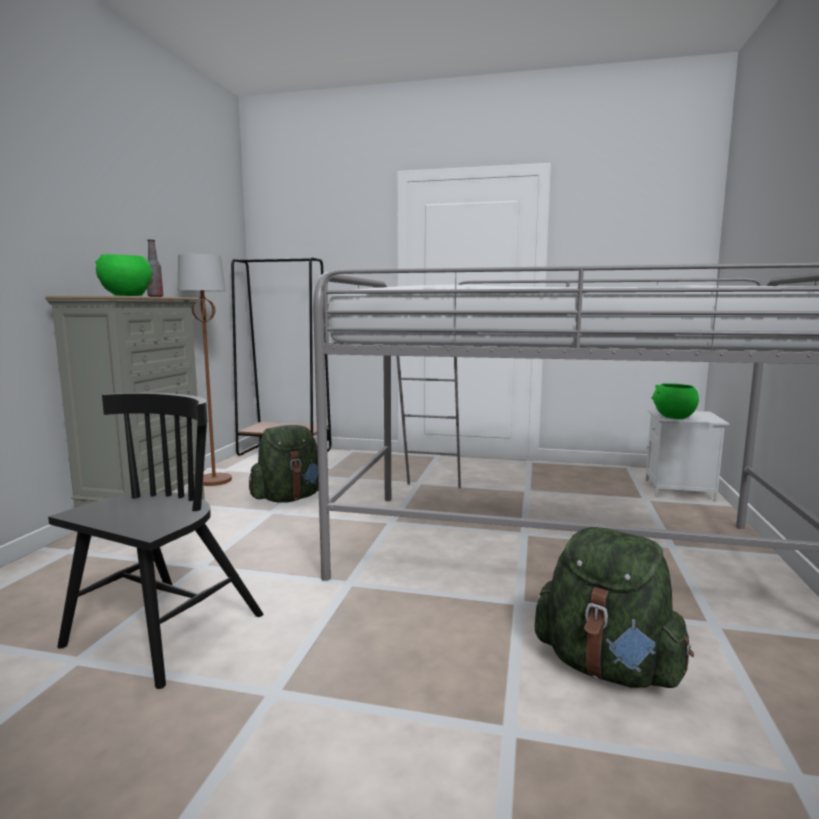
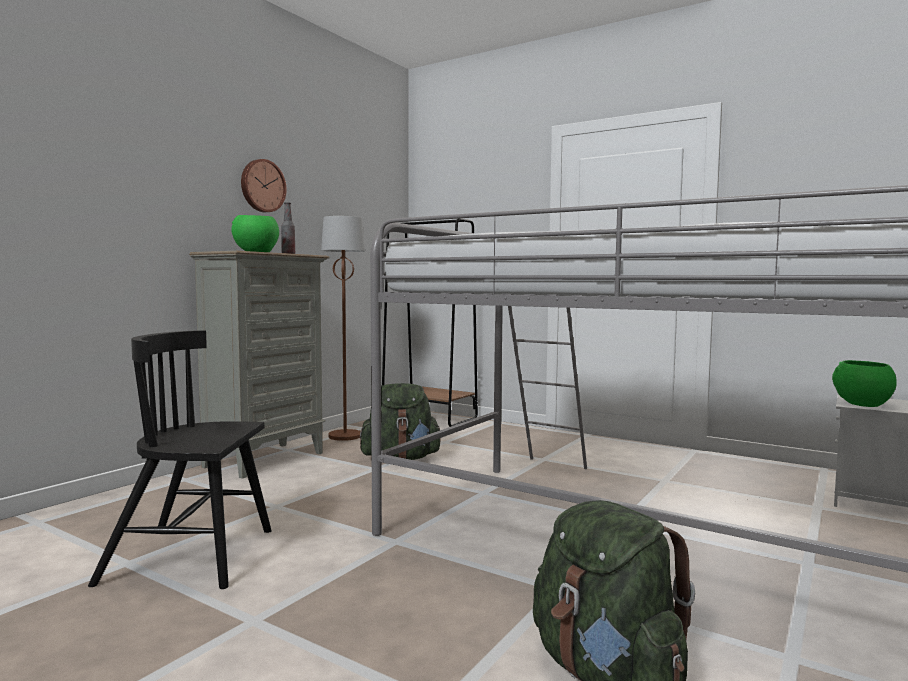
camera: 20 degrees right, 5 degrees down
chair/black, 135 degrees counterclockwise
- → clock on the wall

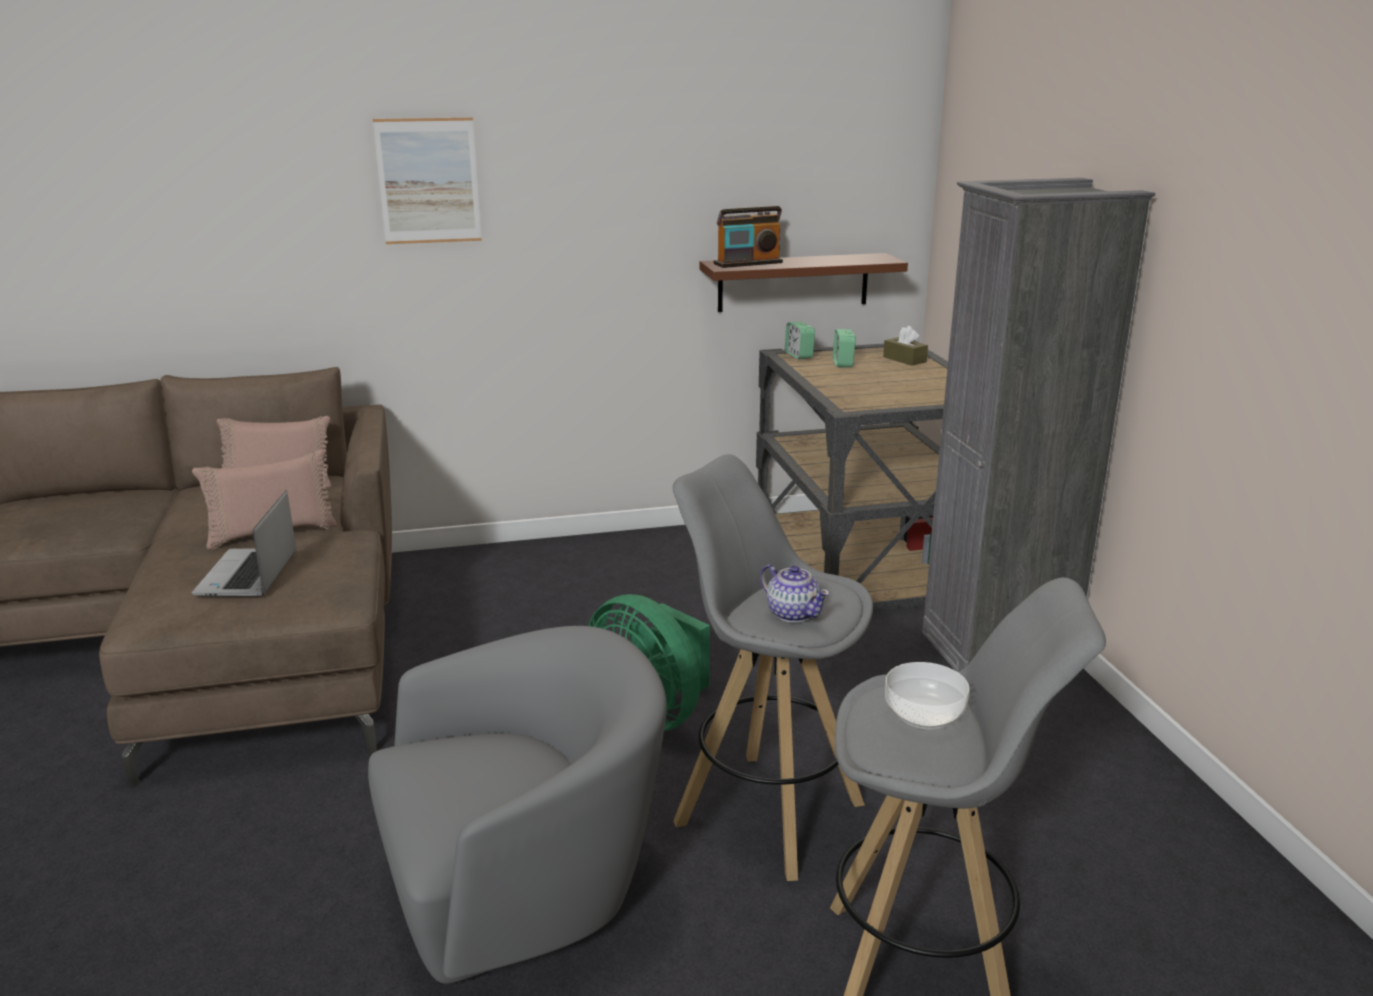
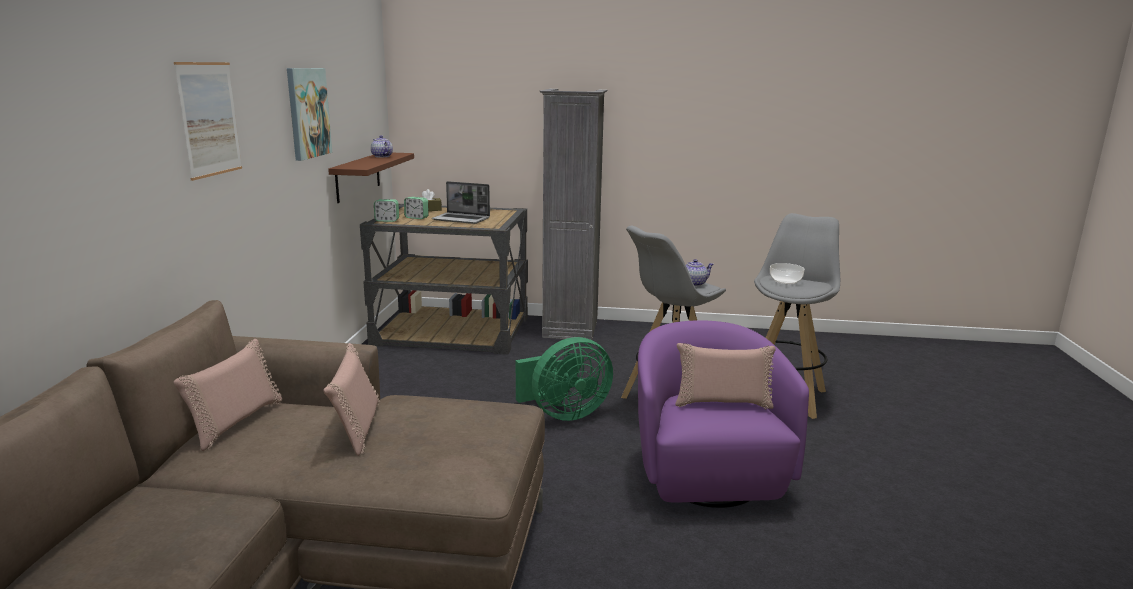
camera: 70 degrees left, 5 degrees down
portable computer, relocated
lounge chair/greyish → lounge chair/purple
radio receiver → -
- → wall art (no. 2 from left)
- → tea pot (no. 1 from left)
- → pillow/beige-coloured (no. 3 from left)

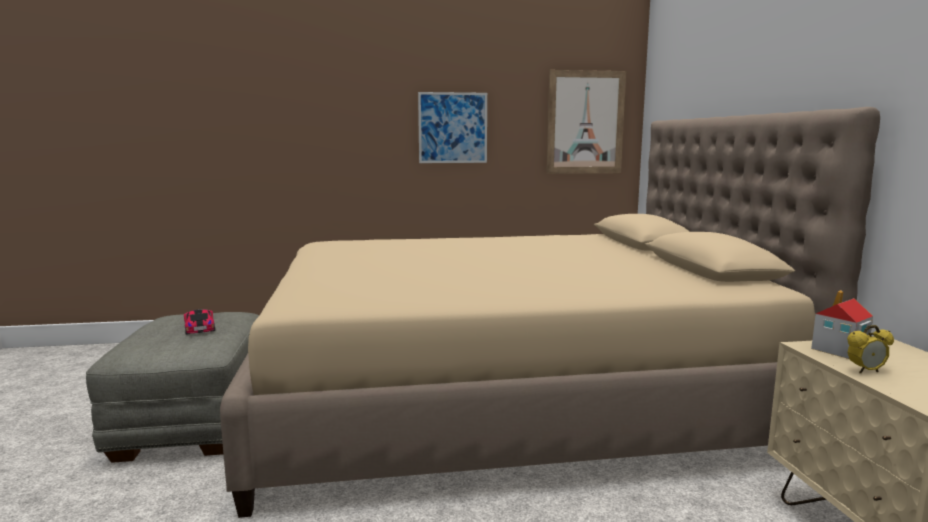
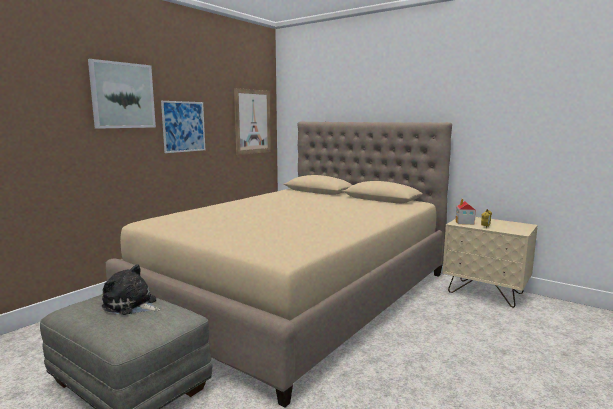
camera: 45 degrees left, 0 degrees up
model car → soft toy
- → wall art (no. 1 from left)

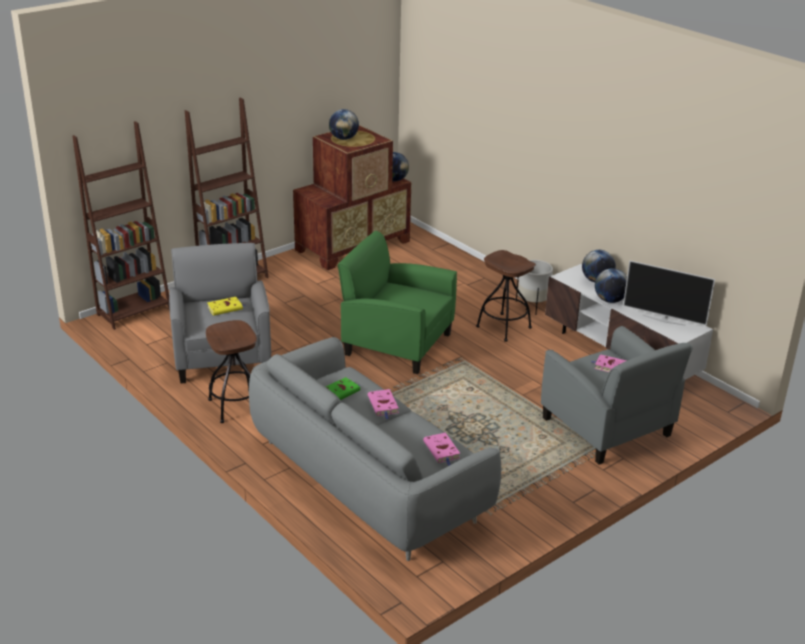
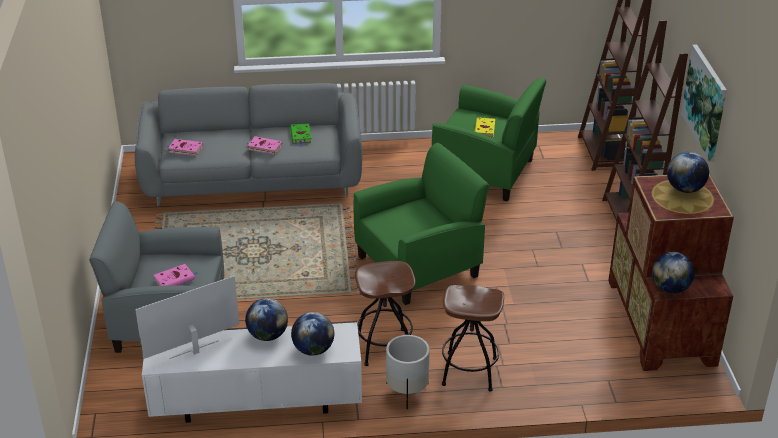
camera: 125 degrees right, 5 degrees up
lounge chair/greyish (no. 1 from left) → lounge chair/greenish (no. 2 from left)
sitting stool/brownish (no. 1 from left in the first image) → sitting stool/brownish (no. 2 from left), relocated
- → wall art

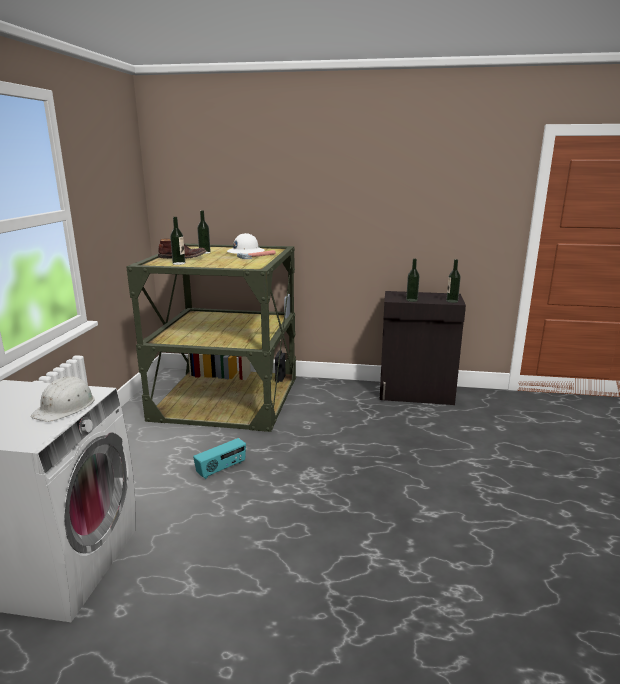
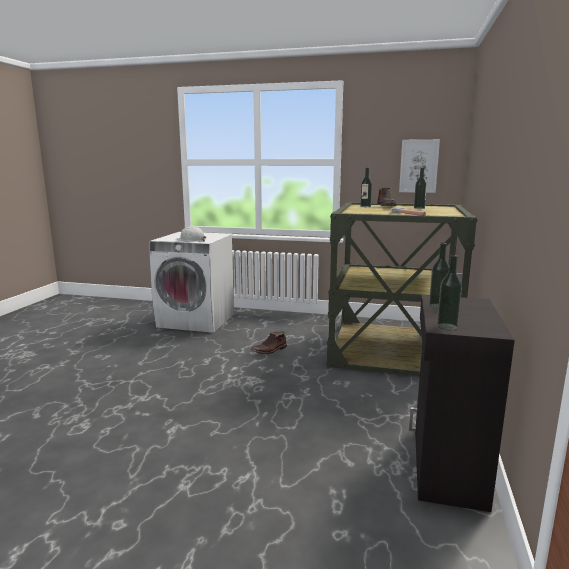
camera: 95 degrees right, 5 degrees down
radio receiver → tall boot/brownish (no. 1 from left)
work helmet/white (no. 2 from left) → -
- → wall art

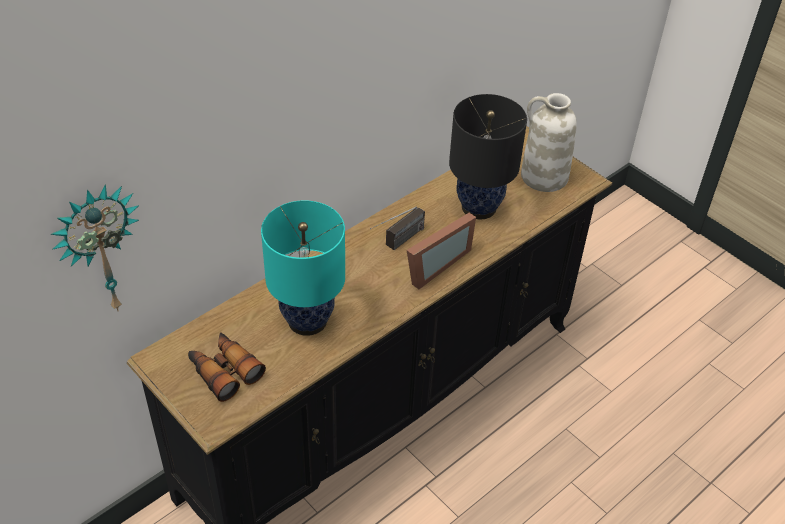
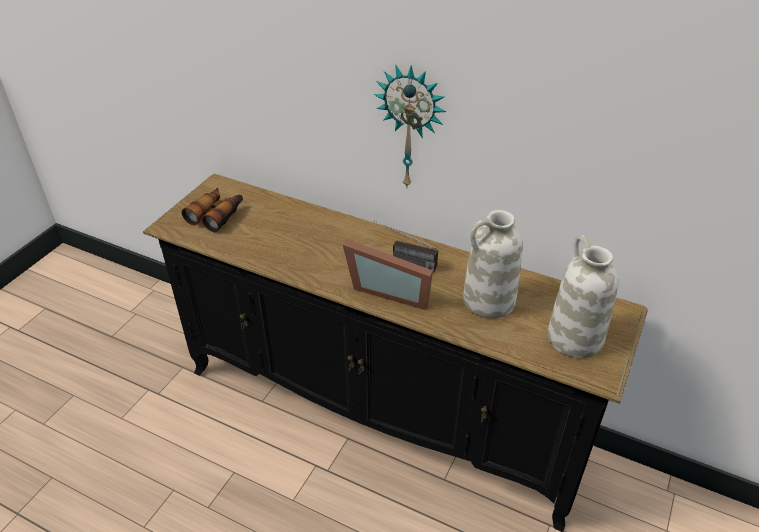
camera: 70 degrees right, 5 degrees down
clock on the wall, relocated
tabletop lamp/turquoise-coloured → -
tabletop lamp/black → vase/white (no. 1 from left)

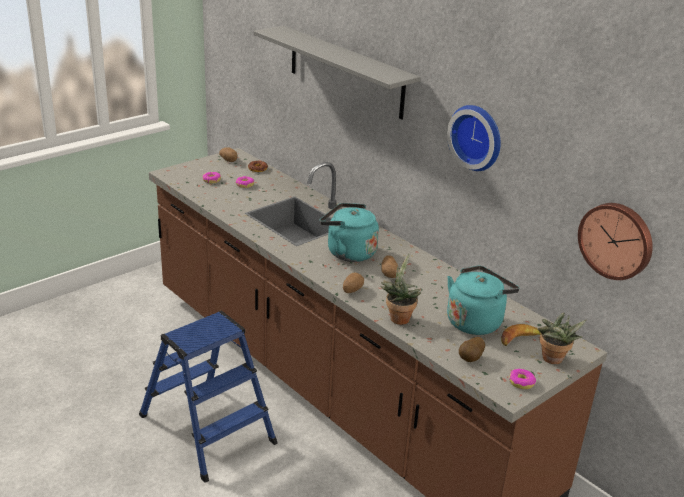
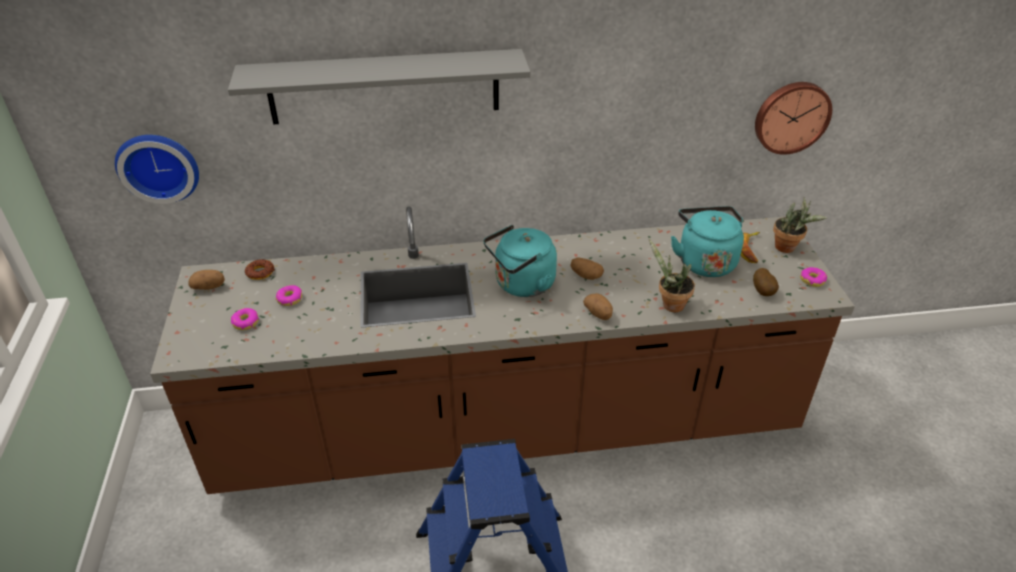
camera: 55 degrees left, 10 degrees up
clock on the wall (no. 1 from left), relocated

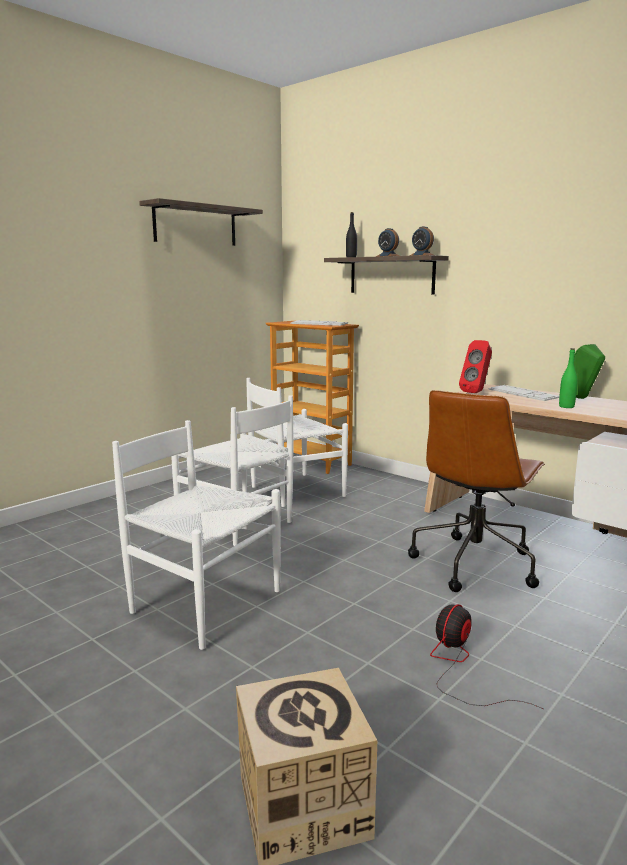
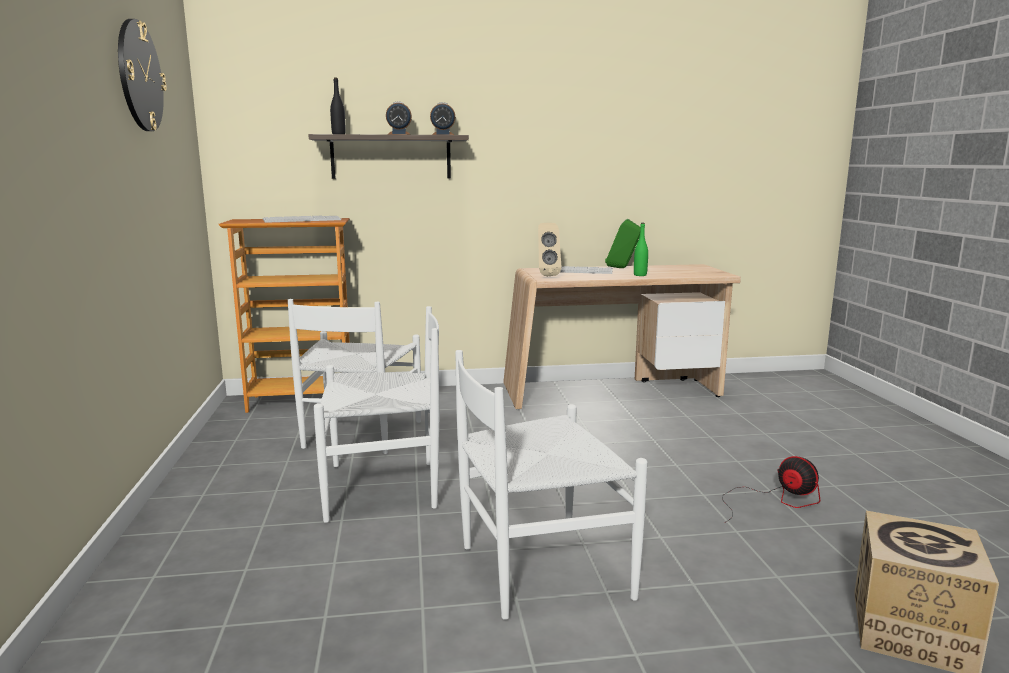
camera: 50 degrees left, 0 degrees up
shelf (no. 1 from left) → clock on the wall
computer chair/brownish → -
fan, 150 degrees clockwise
loudspeaker/red → loudspeaker/beige-coloured

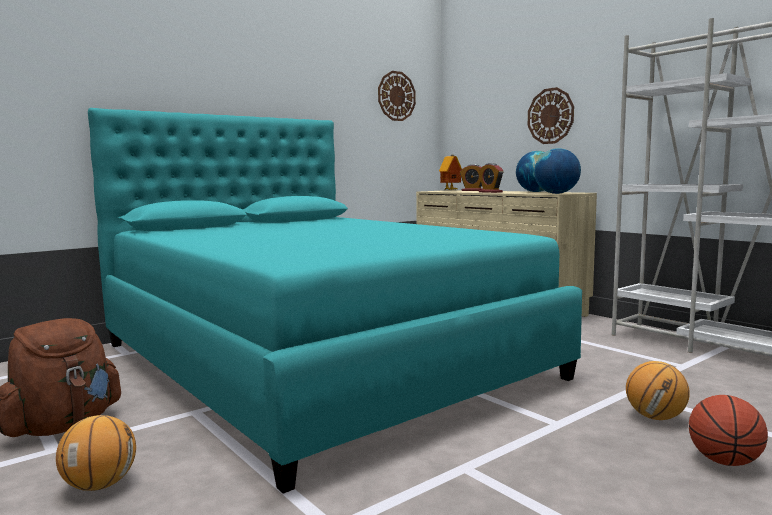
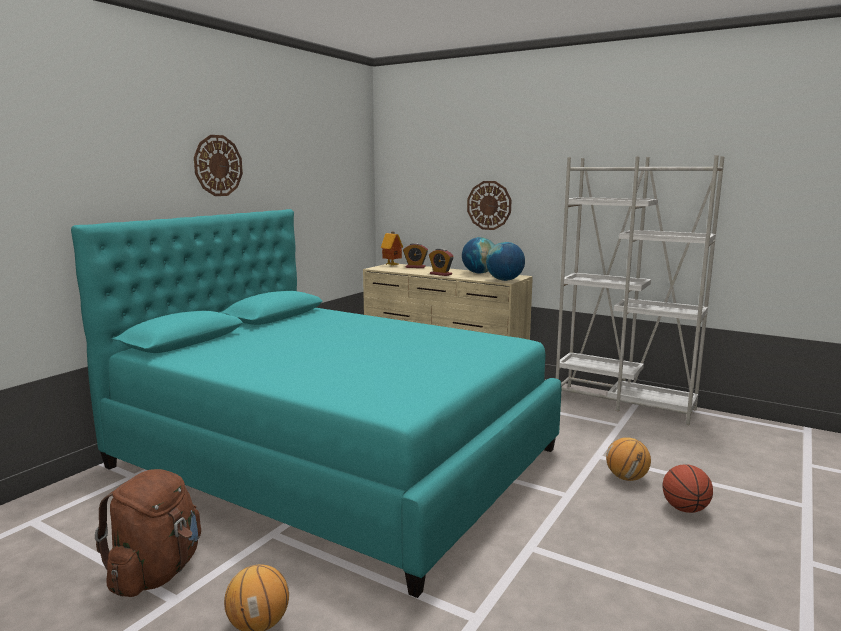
camera: 20 degrees left, 5 degrees up
clock on the wall (no. 1 from left), relocated

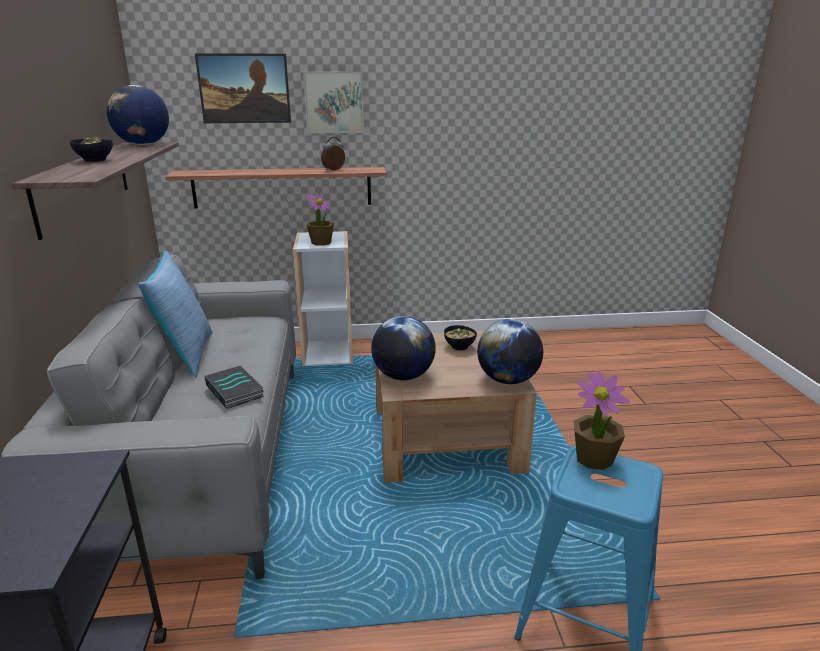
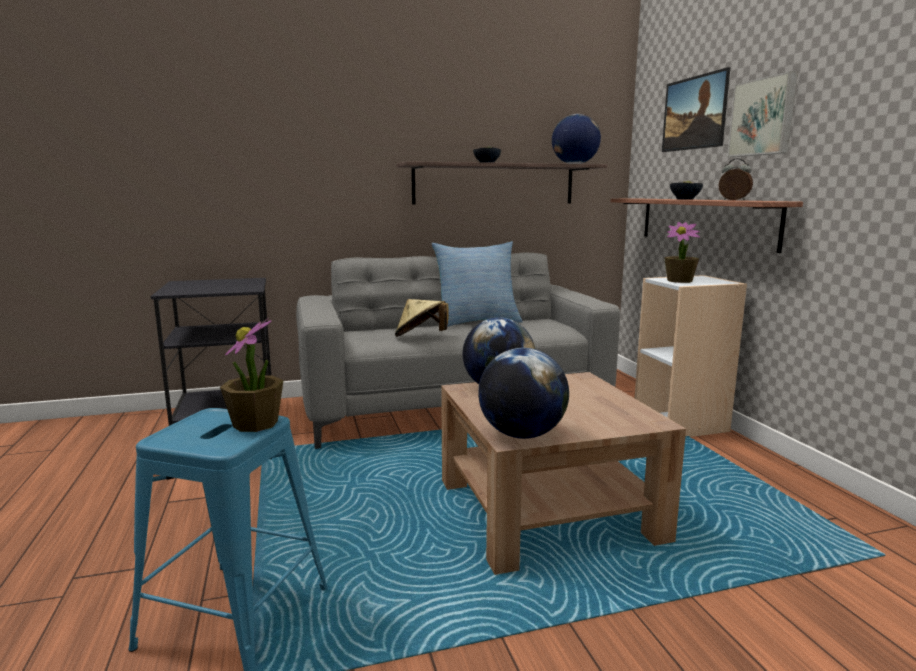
camera: 80 degrees right, 10 degrees down
book → wearable hat/beige-coloured
bowl (no. 2 from left), relocated

